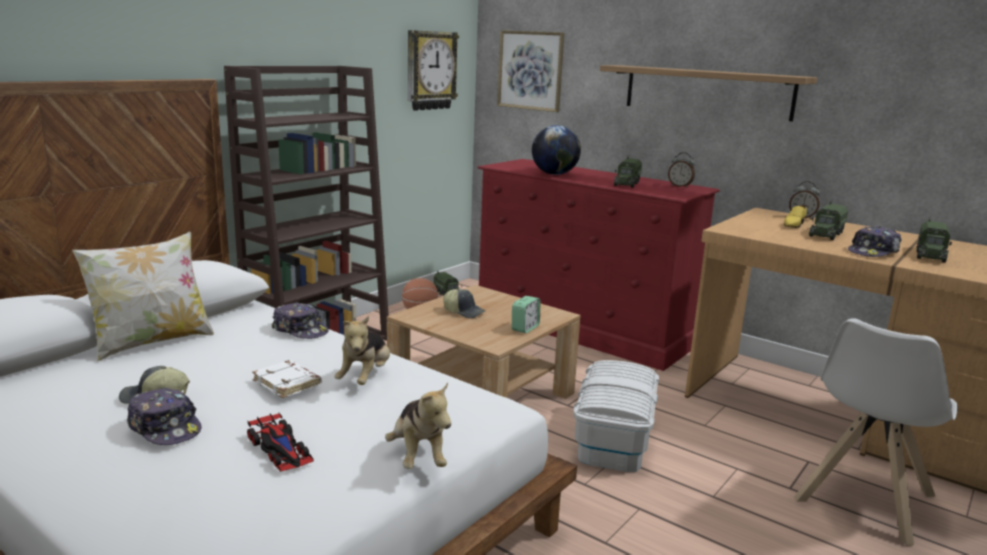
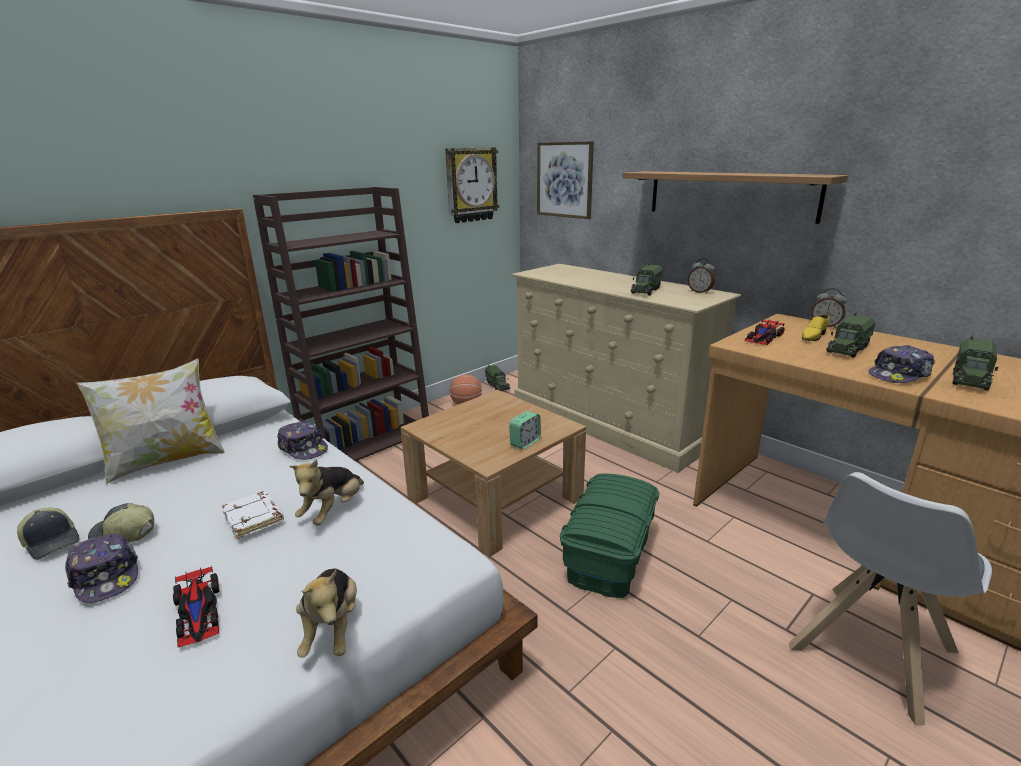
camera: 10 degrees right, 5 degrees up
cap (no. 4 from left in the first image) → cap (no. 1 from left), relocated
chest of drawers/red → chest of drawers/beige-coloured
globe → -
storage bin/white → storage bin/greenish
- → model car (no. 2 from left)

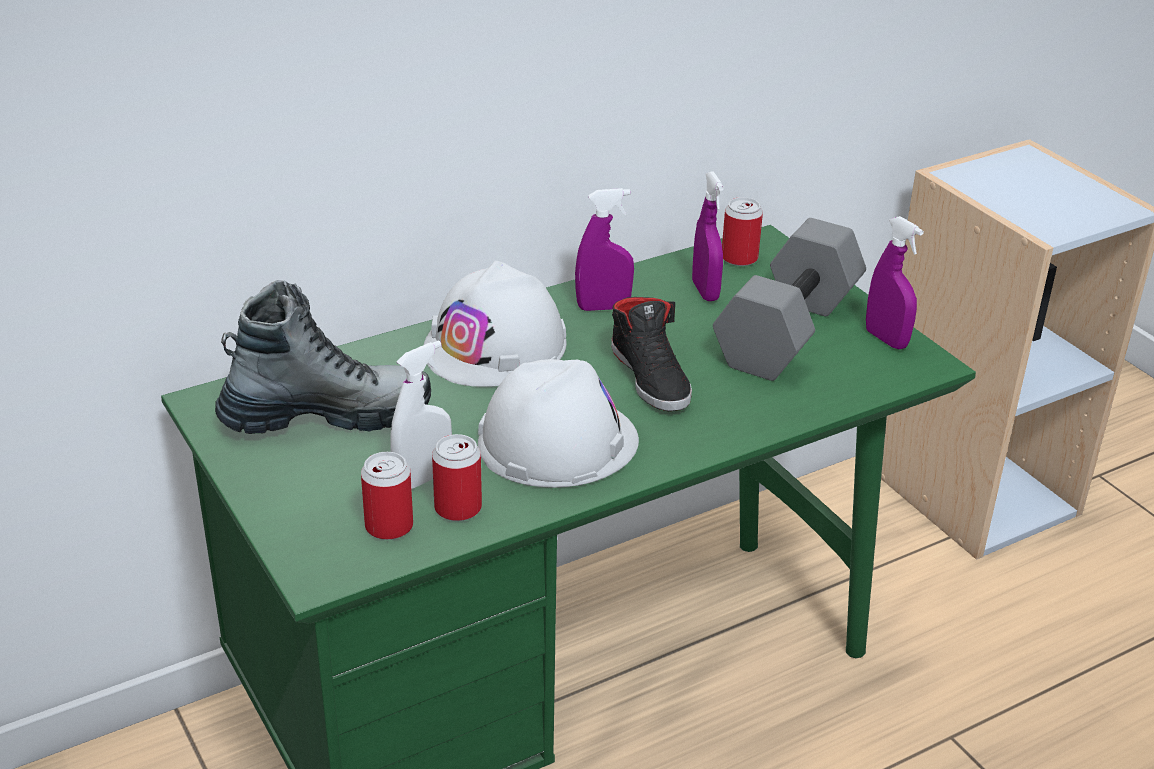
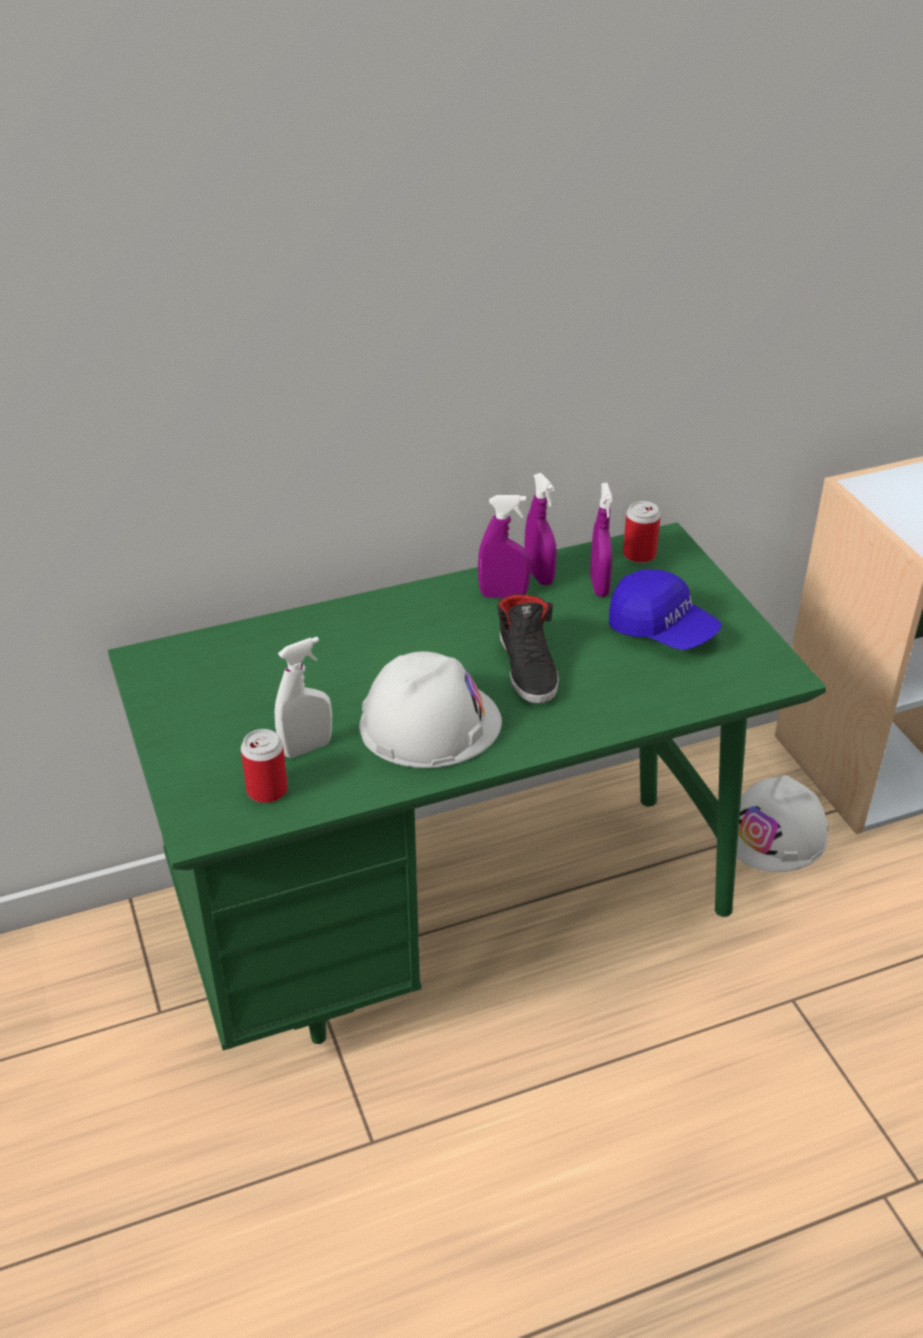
camera: 10 degrees right, 5 degrees up
tall boot → -
work helmet/white (no. 1 from left in the first image) → work helmet/white (no. 2 from left), relocated
can (no. 2 from left) → -
free weight/greyish → cap/bluish
hand sprayer/purple (no. 3 from left in the first image) → hand sprayer/purple (no. 2 from left), relocated

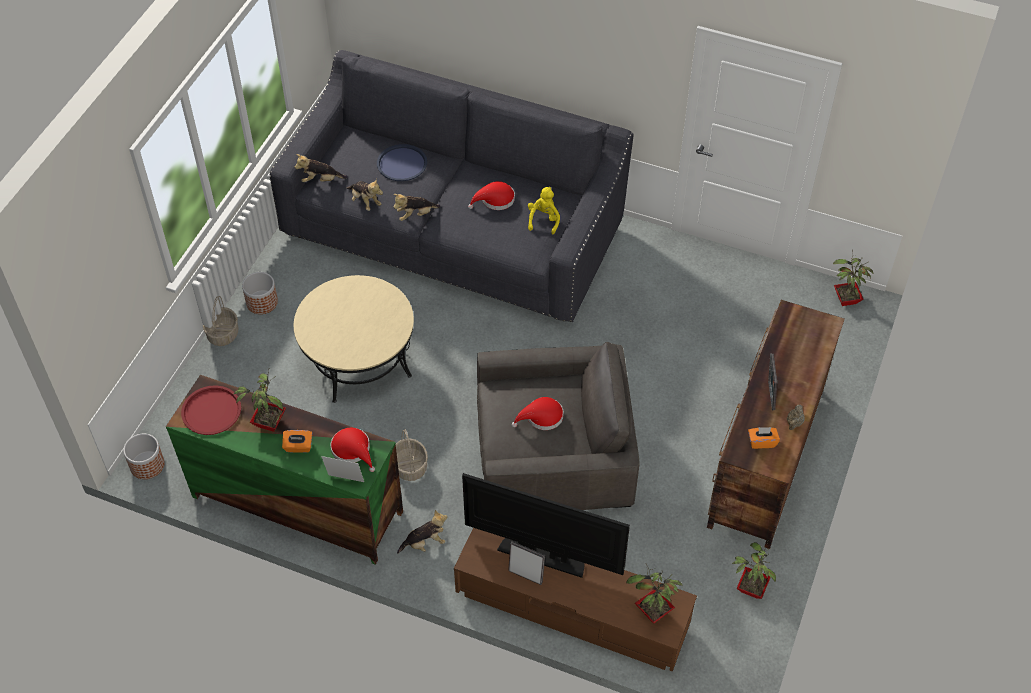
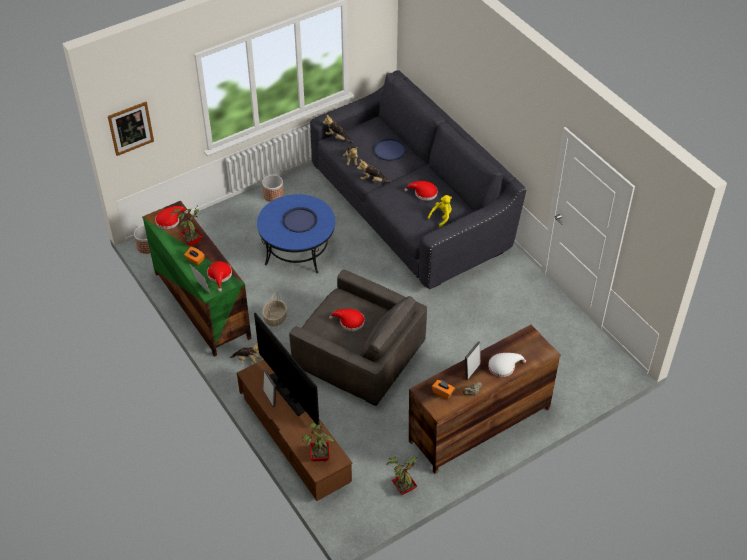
camera: 35 degrees right, 5 degrees down
carrying tray/red → wearable hat/red (no. 1 from left)
storage basket (no. 1 from left) → -
coffee table/beige-coloured → coffee table/bluish
plant in a pot (no. 4 from left) → -
- → wall art
- → carrying tray/bluish (no. 1 from left)
- → wearable hat/white

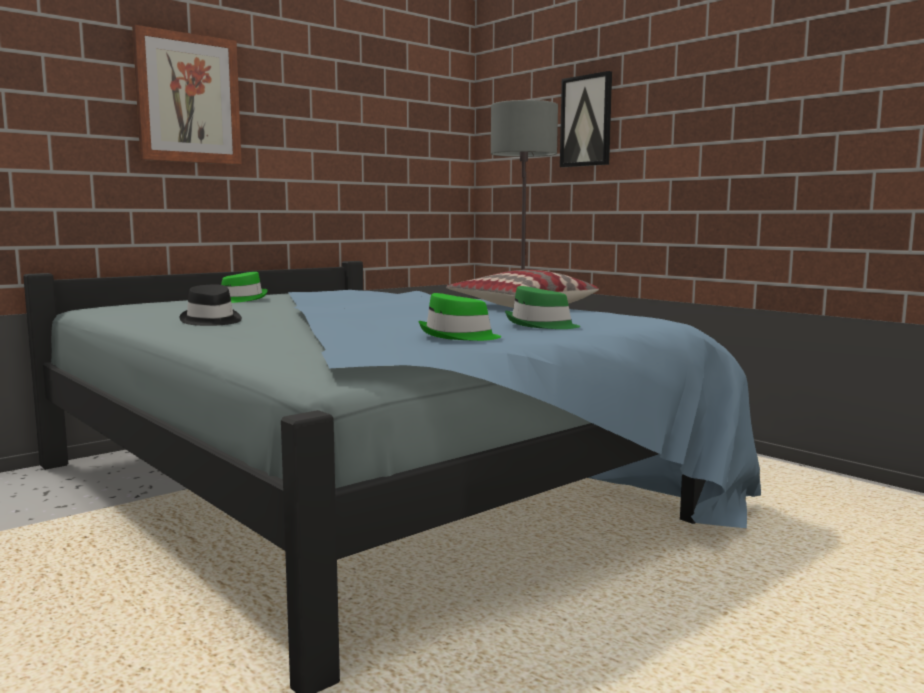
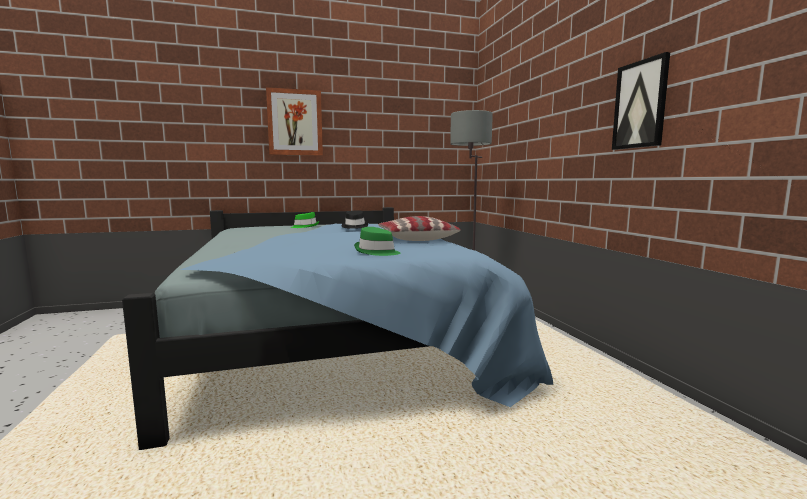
camera: 25 degrees right, 0 degrees up
wearable hat/black, relocated
wearable hat/greenish (no. 2 from left) → -
wall art (no. 2 from left), relocated

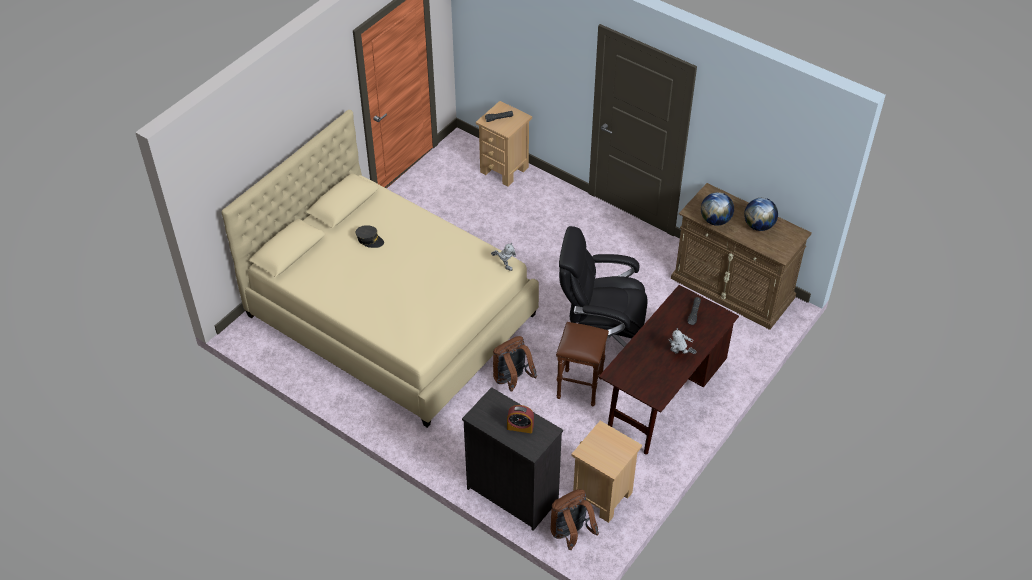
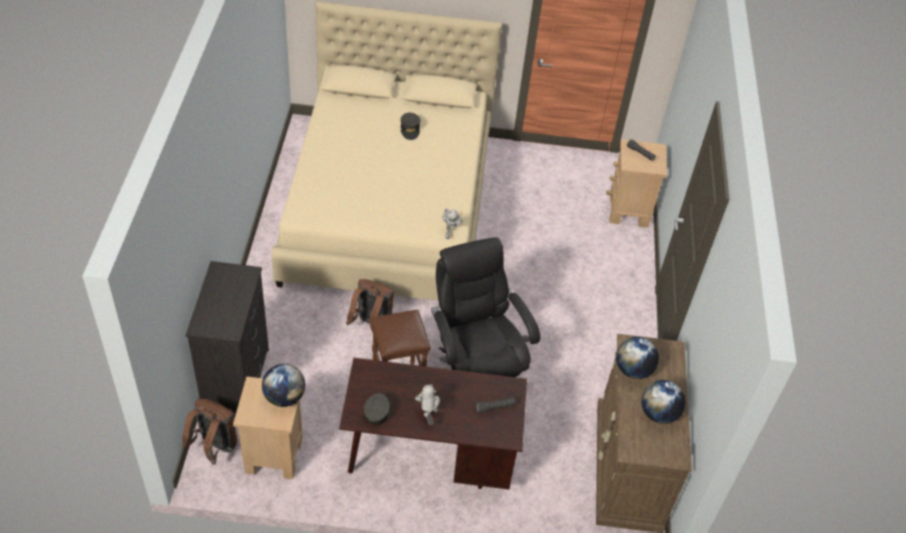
camera: 55 degrees right, 0 degrees up
table clock → -
- → globe (no. 1 from left)
- → cap/greyish (no. 1 from left)

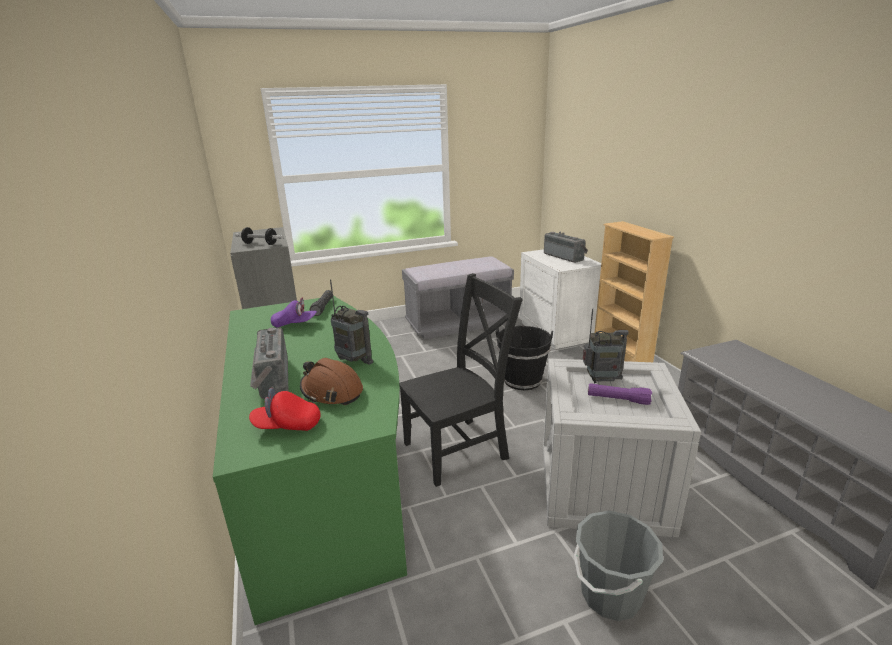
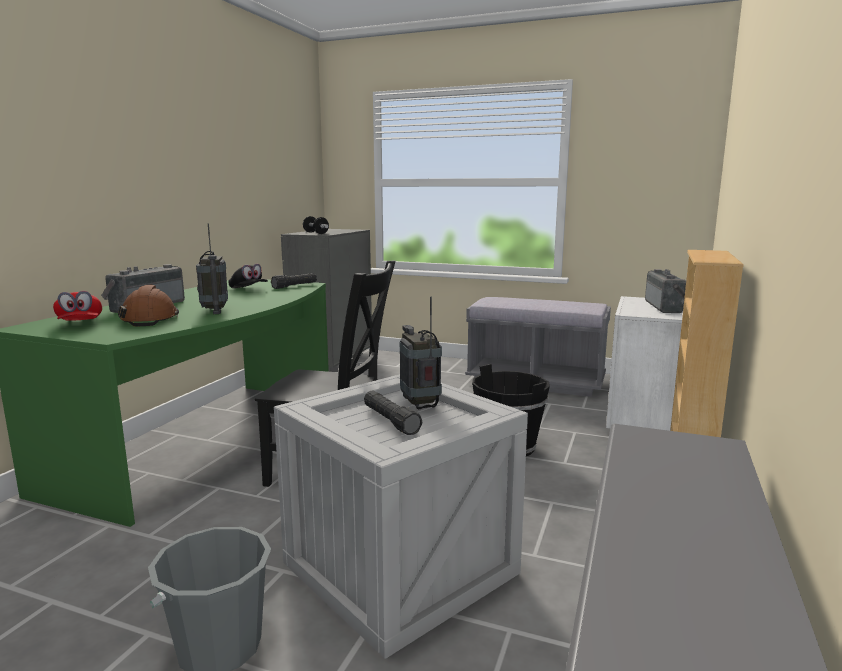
camera: 40 degrees right, 10 degrees down
cap/red, 150 degrees counterclockwise
cap/purple → cap/black
radio receiver (no. 4 from left in the first image) → radio receiver (no. 3 from left), 150 degrees counterclockwise
flashlight/purple → flashlight/black (no. 2 from left)

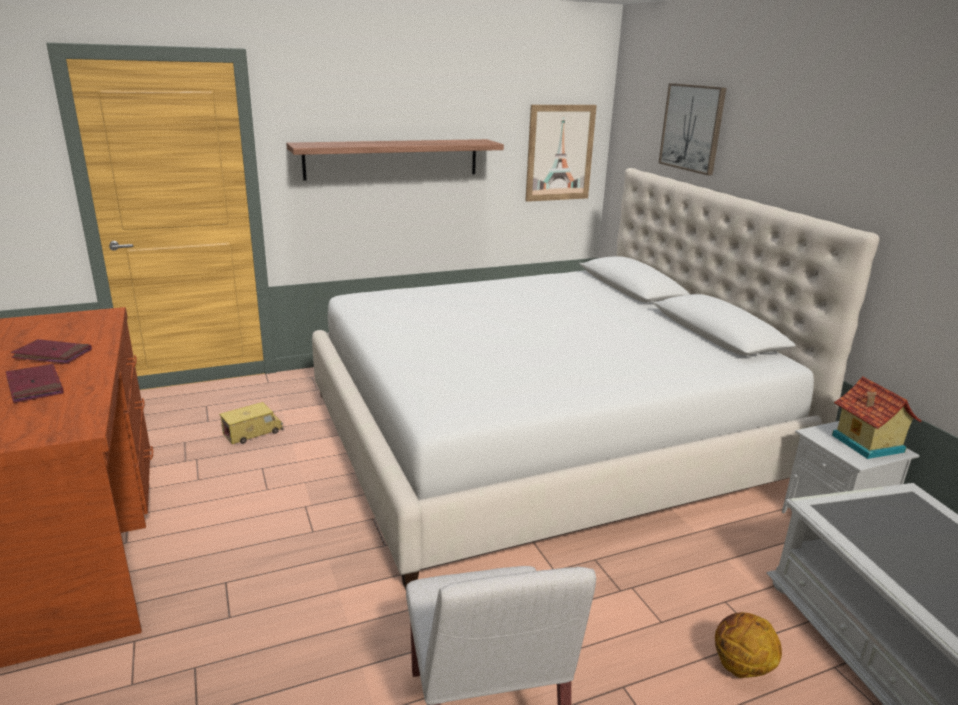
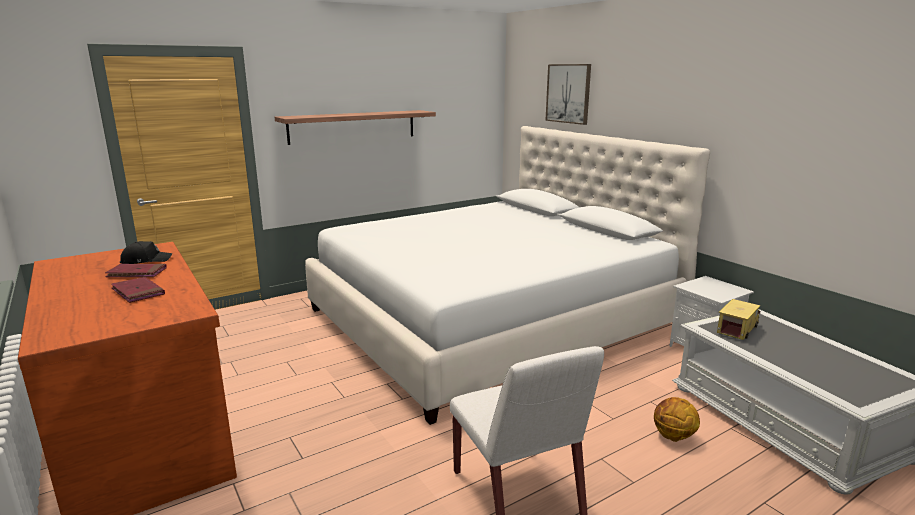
camera: 10 degrees left, 5 degrees down
model truck, relocated
wall art (no. 1 from left) → -
miniature house → -
- → cap/black

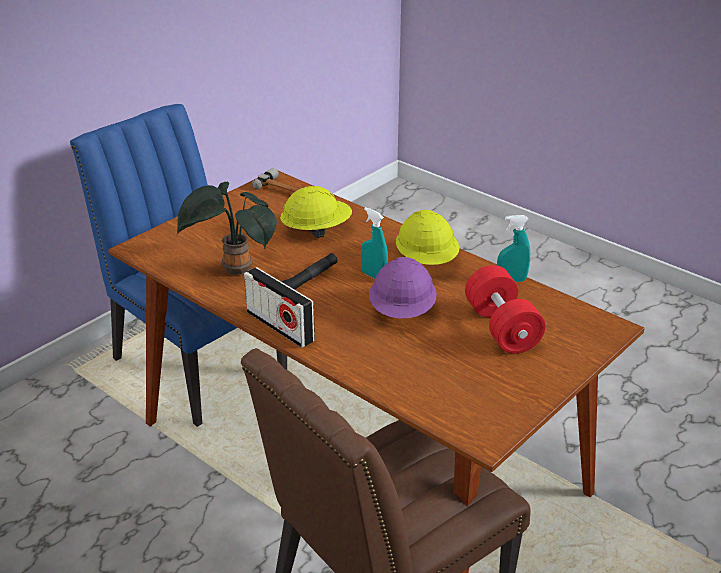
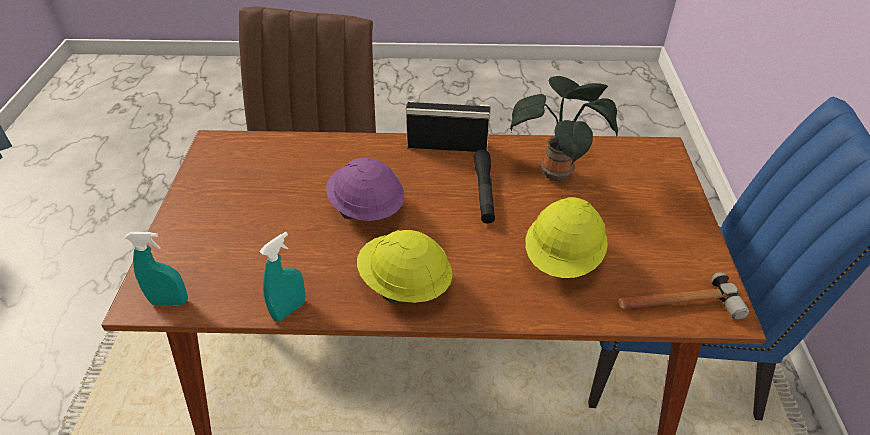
camera: 140 degrees right, 10 degrees up
hand sprayer/turquoise-coloured (no. 1 from left), relocated
free weight/red → -

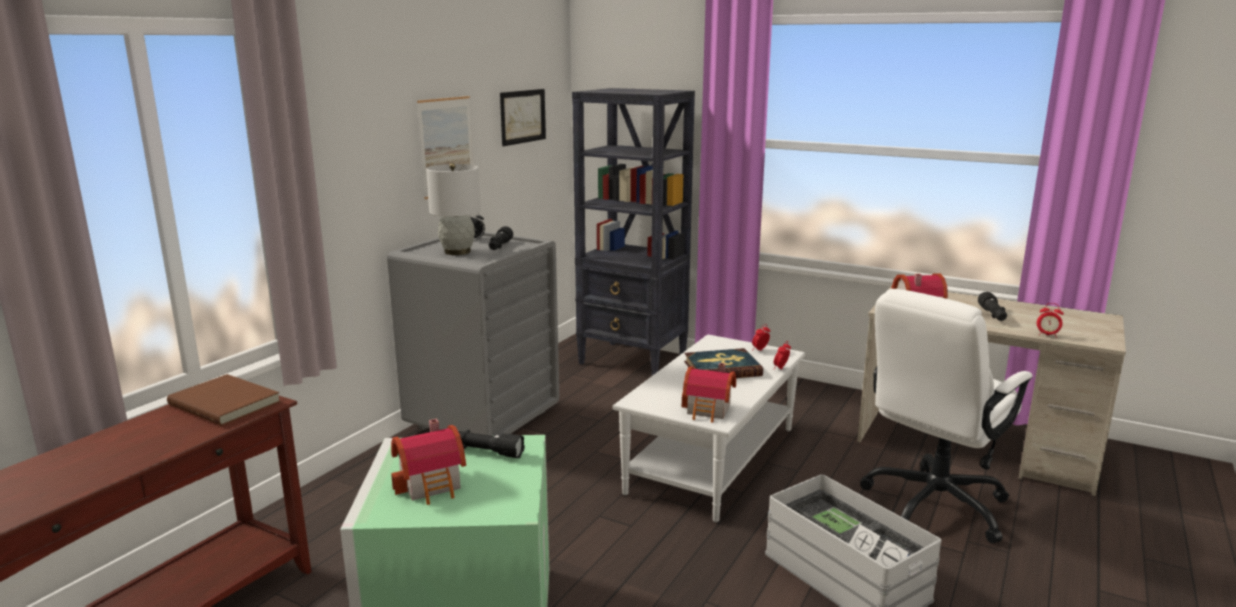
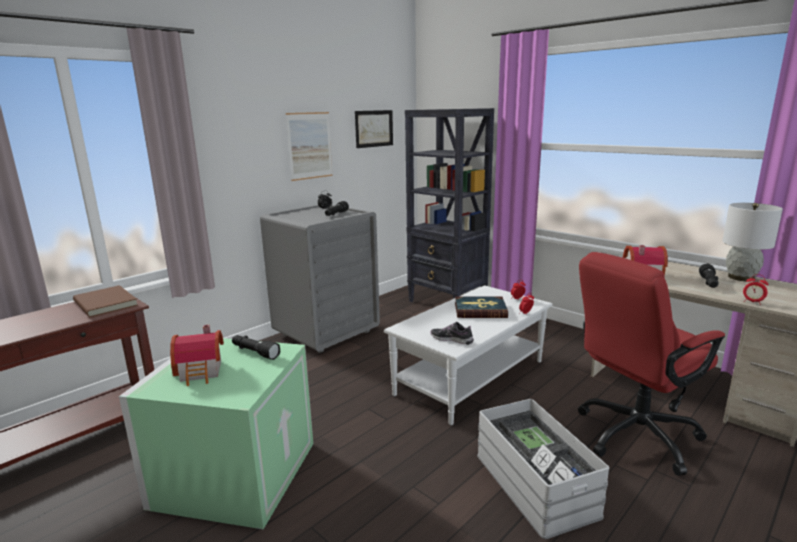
camera: 15 degrees right, 0 degrees up
tabletop lamp/white, relocated
miniature house (no. 2 from left) → shoe
computer chair/white → computer chair/red

